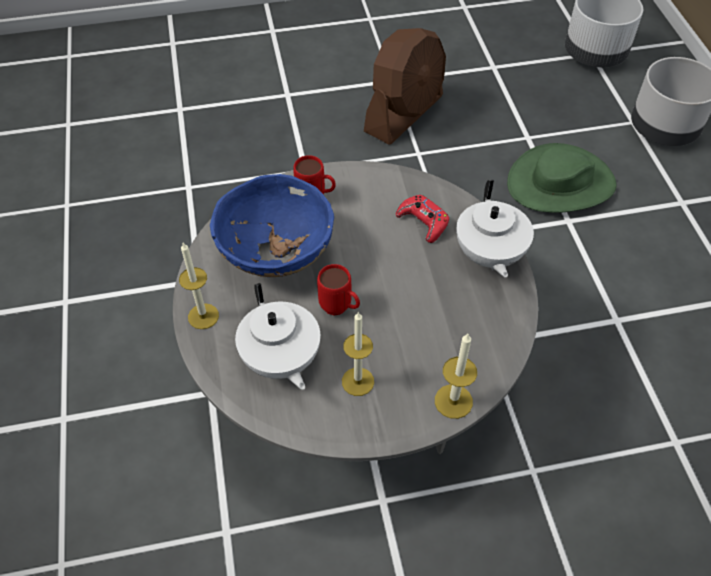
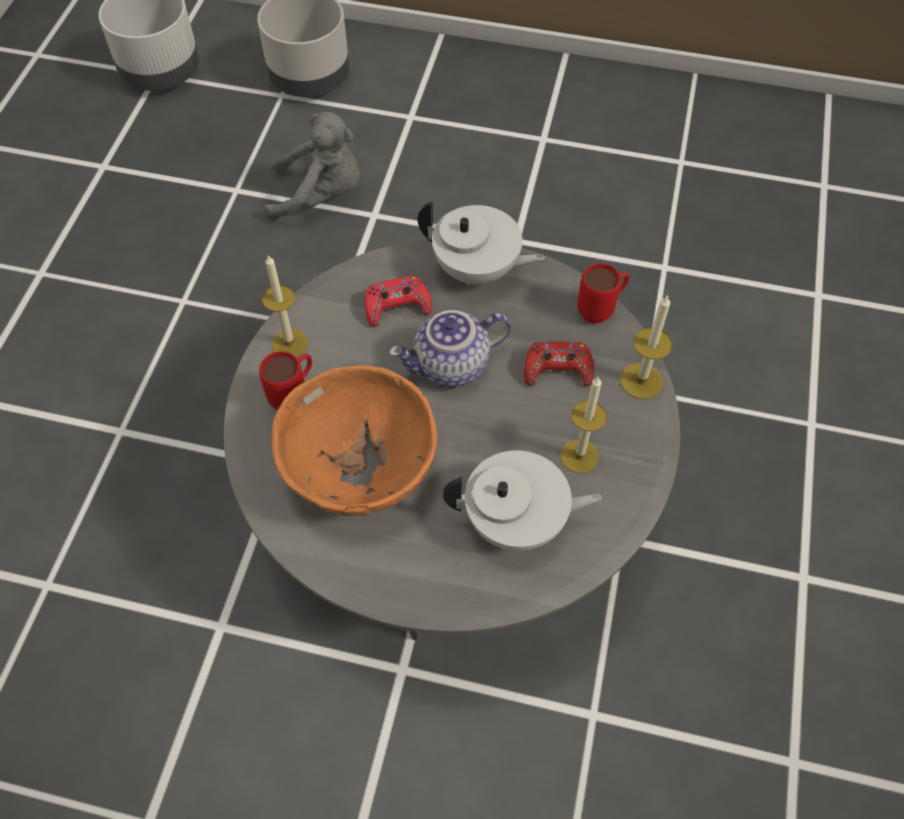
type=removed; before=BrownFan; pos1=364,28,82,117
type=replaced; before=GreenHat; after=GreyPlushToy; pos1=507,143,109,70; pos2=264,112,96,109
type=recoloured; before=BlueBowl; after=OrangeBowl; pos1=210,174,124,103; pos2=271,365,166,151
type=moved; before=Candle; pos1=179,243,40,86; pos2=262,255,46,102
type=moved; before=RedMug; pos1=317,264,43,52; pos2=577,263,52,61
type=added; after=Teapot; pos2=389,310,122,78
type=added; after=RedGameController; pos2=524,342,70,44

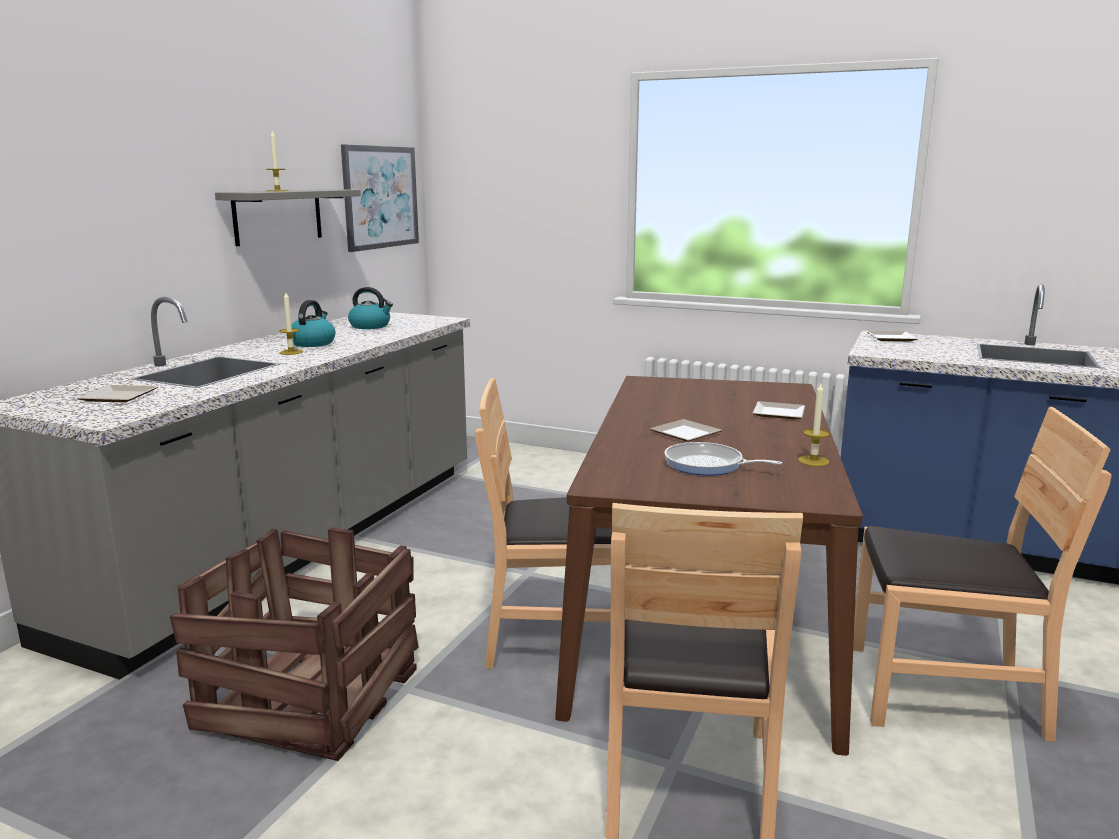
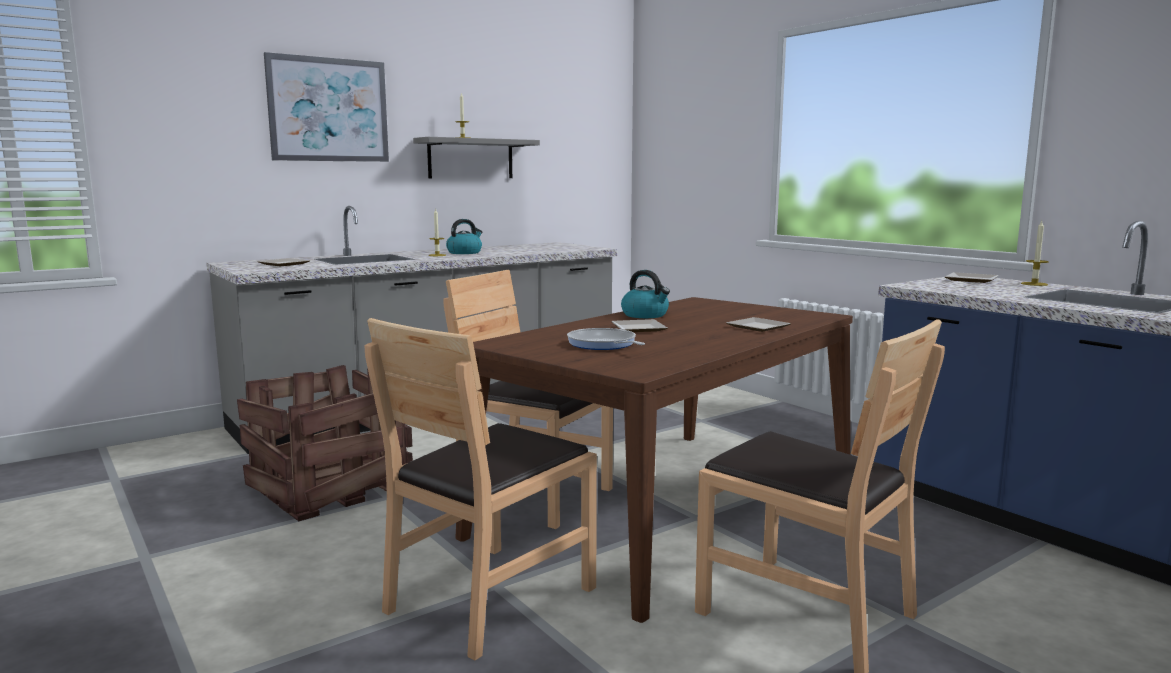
type=moved; before=Picture; pos1=341,144,78,108; pos2=264,52,125,110
type=moved; before=Kettle; pos1=348,287,45,42; pos2=621,270,49,48
type=moved; before=Candle; pos1=798,383,32,83; pos2=1021,221,28,65

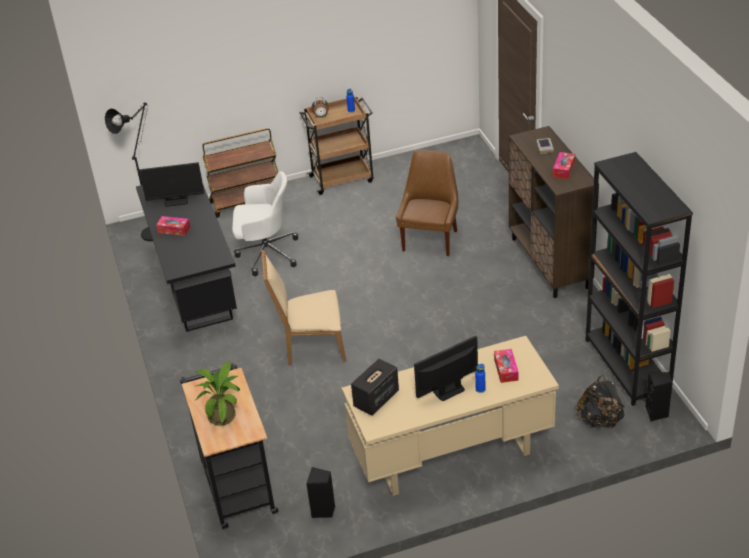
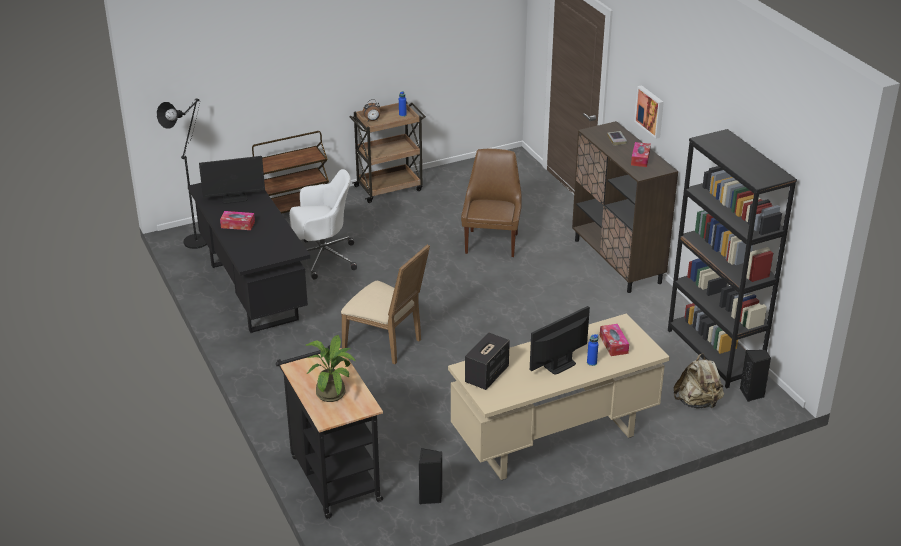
type=turned; before=BeigeChair; pos1=261,249,85,116; pos2=341,244,89,120; turn=-135
type=recoloured; before=BlackBackpack; after=BeigeBackpack; pos1=576,375,49,53; pos2=674,353,50,55
type=added; after=Picture; pos2=634,85,30,54

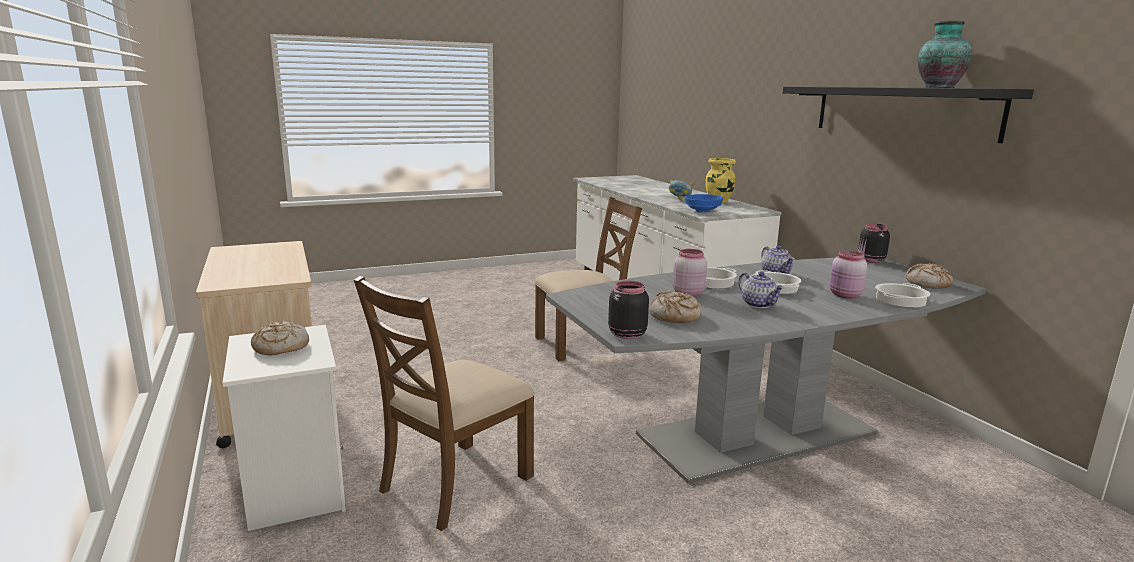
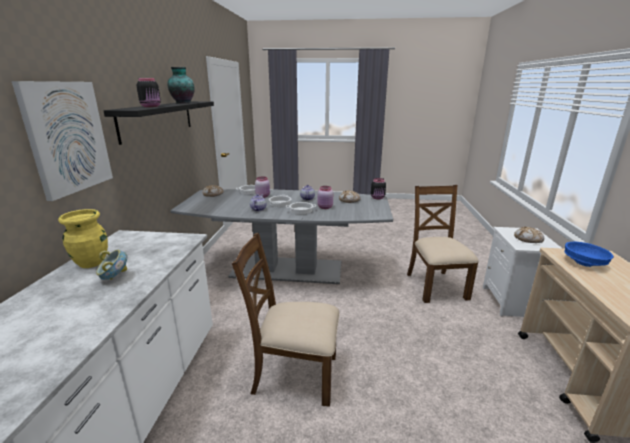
type=moved; before=BlueBowl; pos1=684,194,39,19; pos2=564,242,50,25
type=moved; before=BlackJar; pos1=858,224,32,39; pos2=137,78,24,29
type=turned; before=BrownChair; pos1=354,276,181,255; pos2=407,185,72,118; turn=-75
type=added; after=Picture; pos2=12,81,101,120

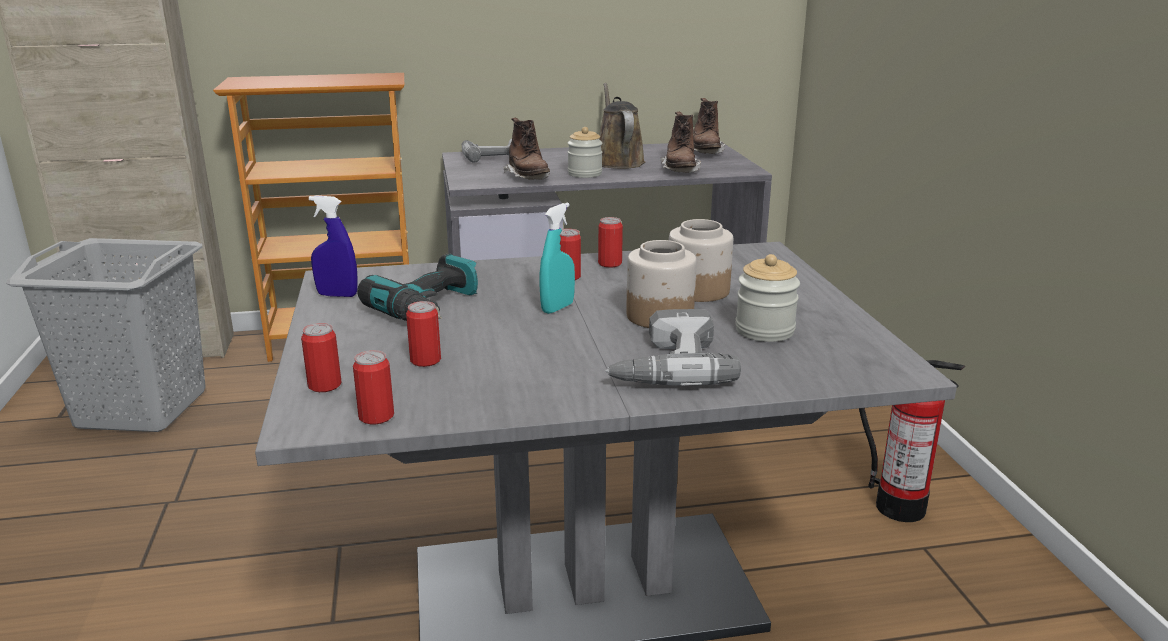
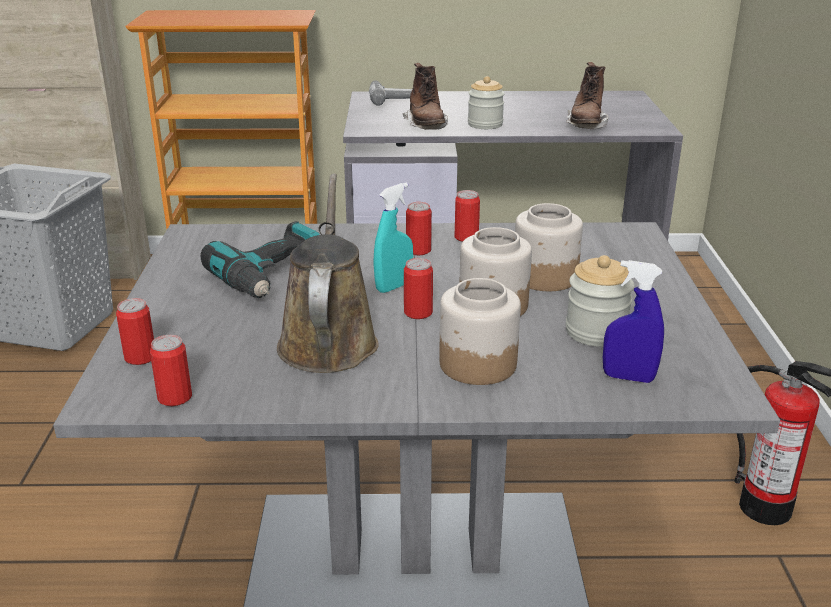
type=moved; before=BrownWateringCan; pos1=599,83,46,86; pos2=277,173,102,200
type=removed; before=BrownBoot; pos1=694,98,31,56
type=moved; before=BlueSprayBottle; pos1=309,195,49,102; pos2=603,260,61,123
type=moved; before=Can; pos1=406,301,35,66; pos2=404,258,29,61
type=replaced; before=PowerDrill; after=Jar; pos1=605,309,136,77; pos2=439,278,82,107

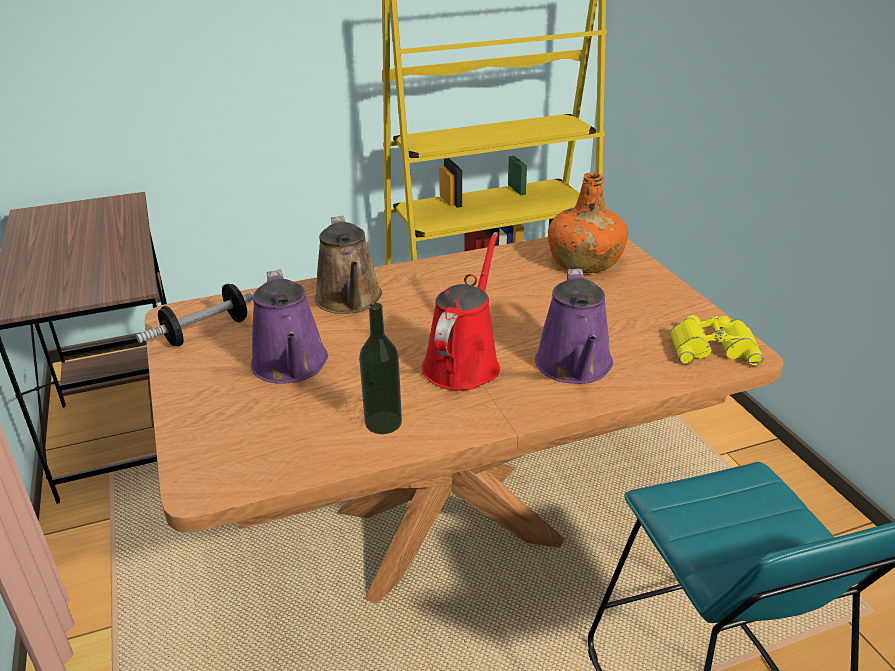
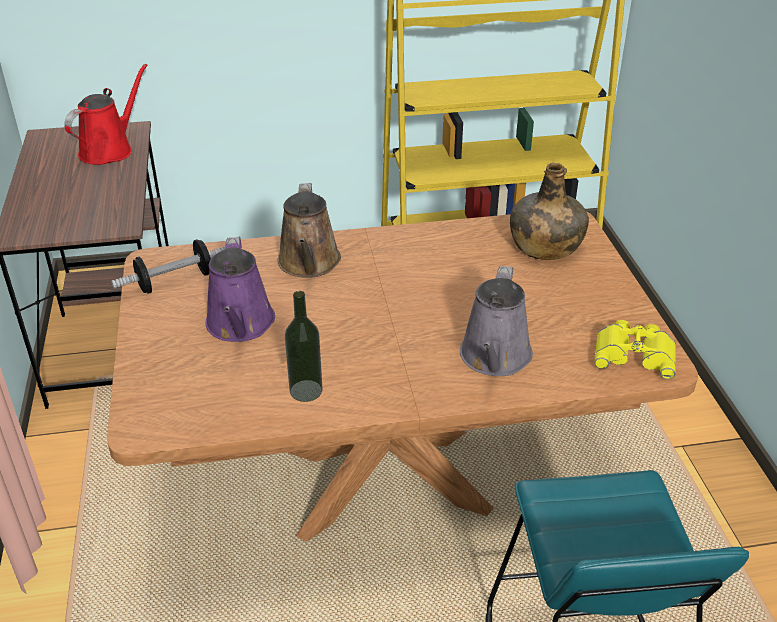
type=recoloured; before=OrangeBottle; after=GreenBottle; pos1=548,173,80,100; pos2=510,163,79,97
type=moved; before=RedWateringCan; pos1=422,232,78,158; pos2=64,64,84,101
type=recoloured; before=PurpleWateringCan; after=GreyWateringCan; pos1=535,269,78,115; pos2=460,266,73,110

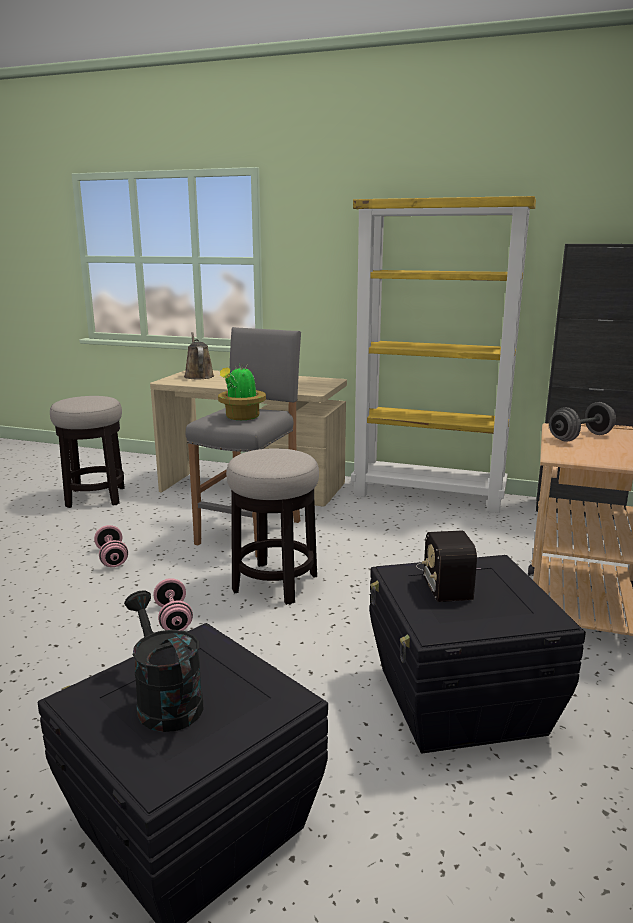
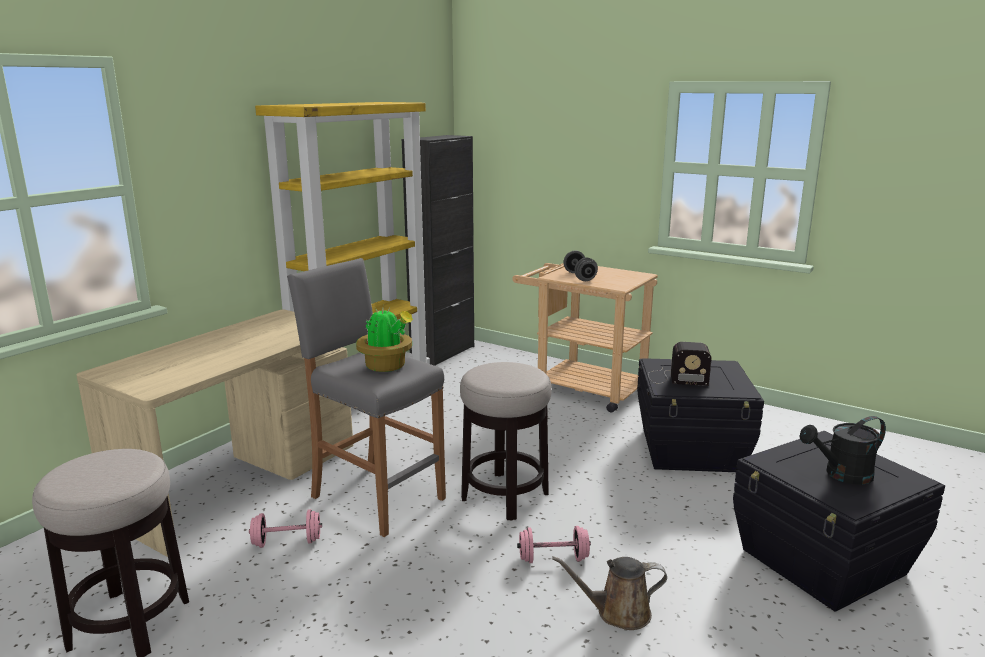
type=moved; before=BrownWateringCan; pos1=184,332,30,47; pos2=552,556,115,74
type=moved; before=PinkDumbbell; pos1=94,525,34,42; pos2=249,509,73,39

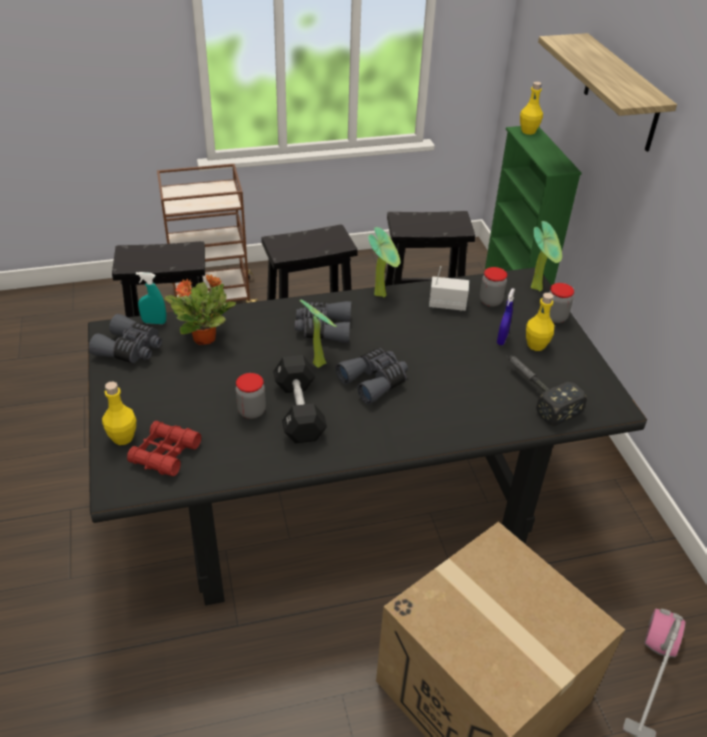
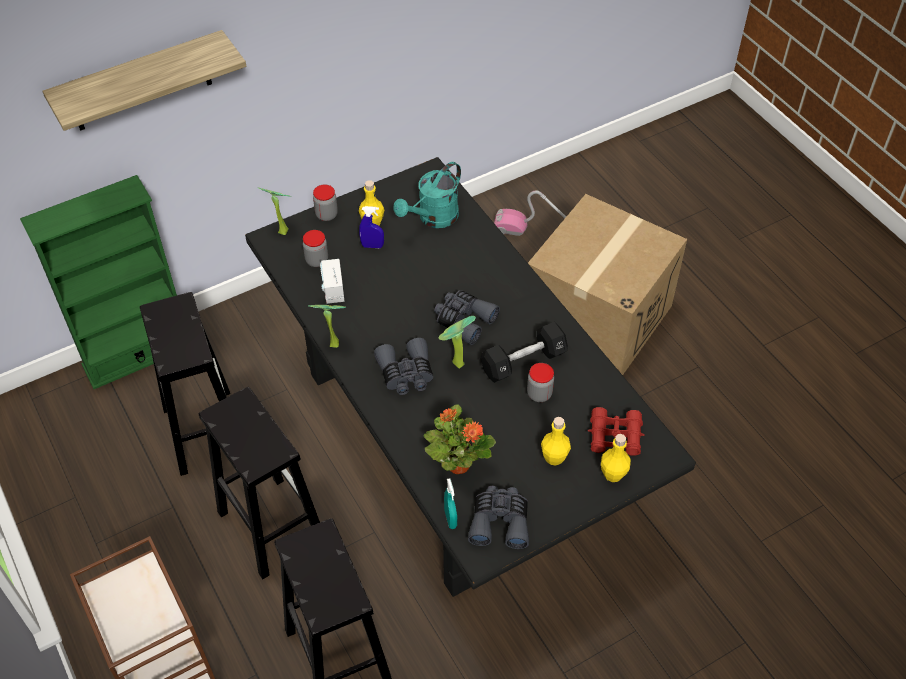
type=moved; before=YellowBottle; pos1=520,82,23,53; pos2=541,417,30,49
type=replaced; before=Hammer; after=TurquoiseWateringCan; pos1=506,354,81,72; pos2=394,162,67,66

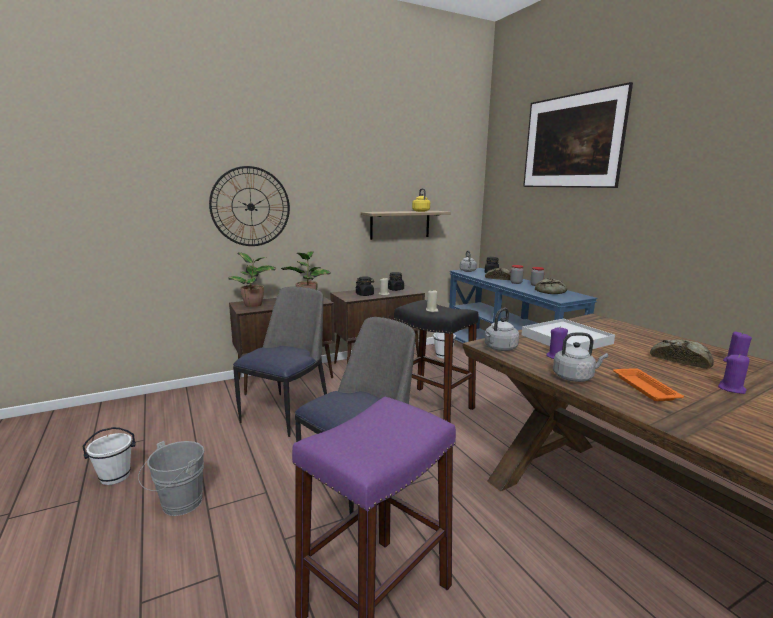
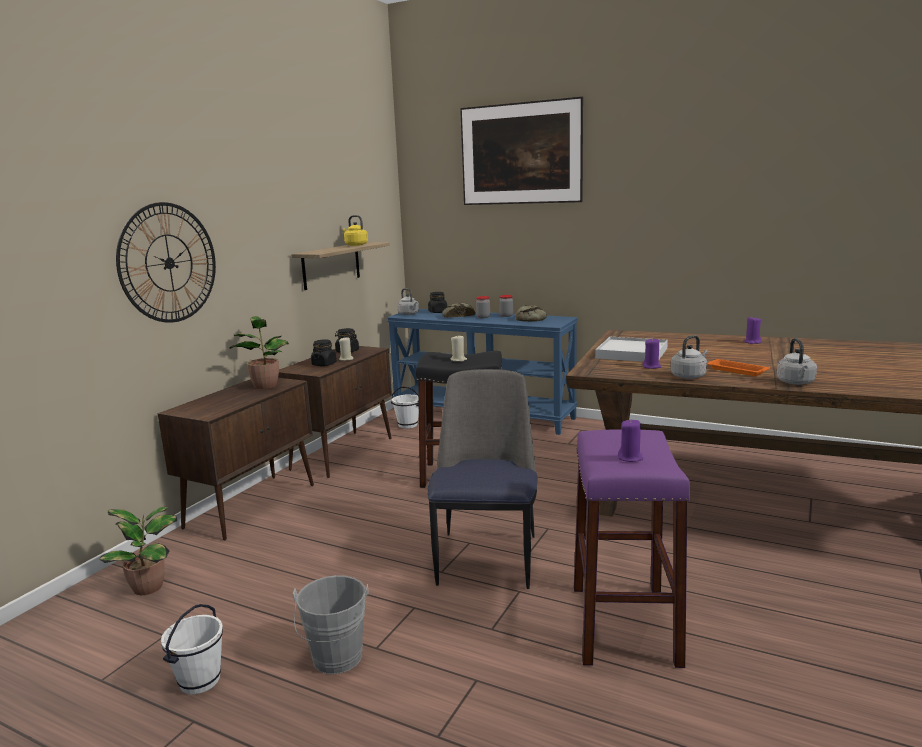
type=moved; before=PottedPlant; pos1=228,252,48,55; pos2=99,507,78,88
type=removed; before=Chair; pos1=233,287,94,150
type=moved; before=GreyKettle; pos1=485,308,34,43; pos2=776,338,41,47
type=removed; before=Bread; pos1=650,340,64,29
type=moved; before=PurpleCandle; pos1=718,354,32,40; pos2=618,419,25,43

